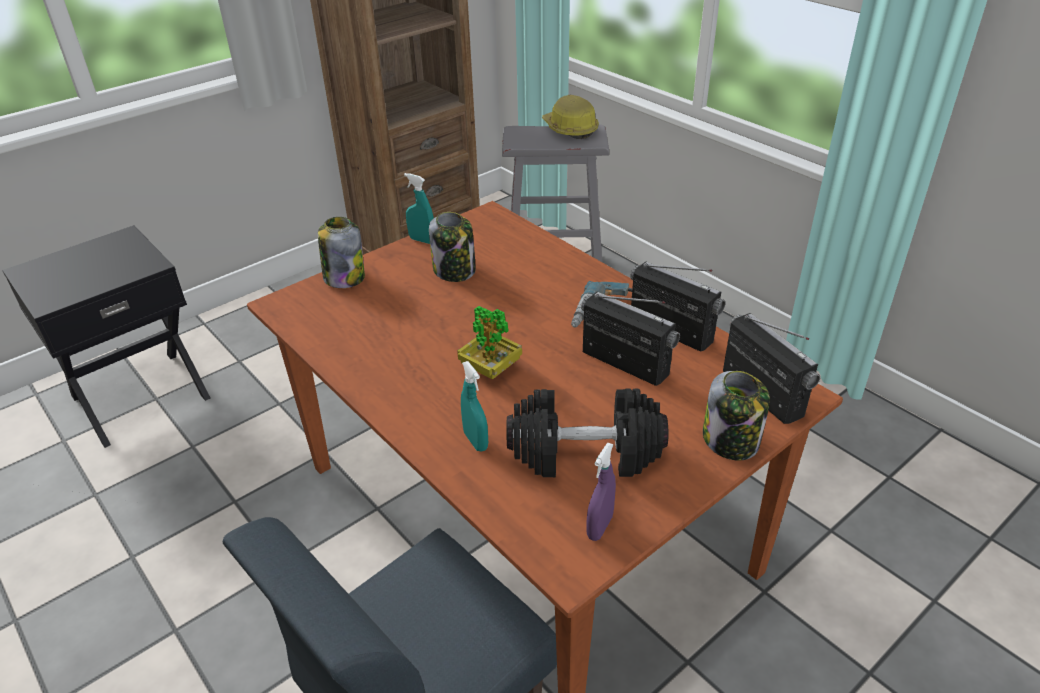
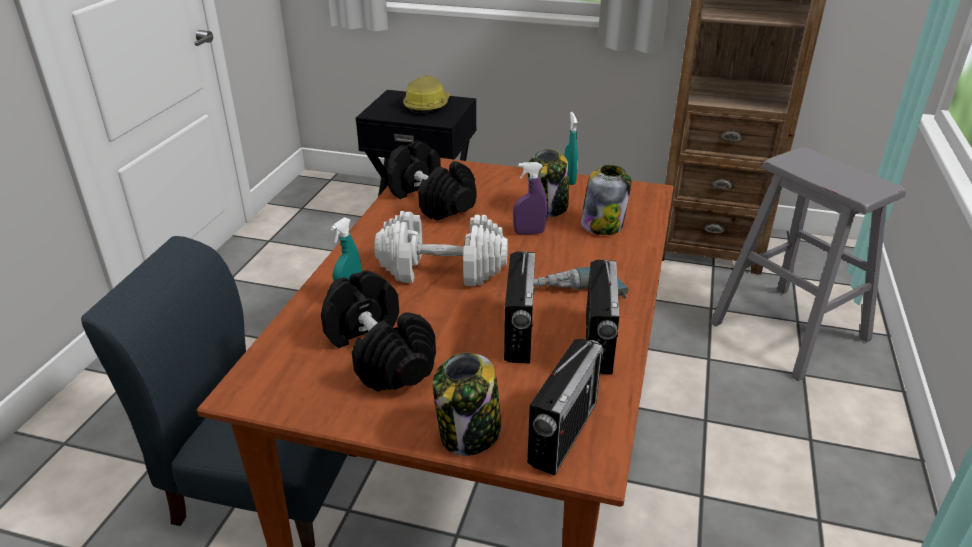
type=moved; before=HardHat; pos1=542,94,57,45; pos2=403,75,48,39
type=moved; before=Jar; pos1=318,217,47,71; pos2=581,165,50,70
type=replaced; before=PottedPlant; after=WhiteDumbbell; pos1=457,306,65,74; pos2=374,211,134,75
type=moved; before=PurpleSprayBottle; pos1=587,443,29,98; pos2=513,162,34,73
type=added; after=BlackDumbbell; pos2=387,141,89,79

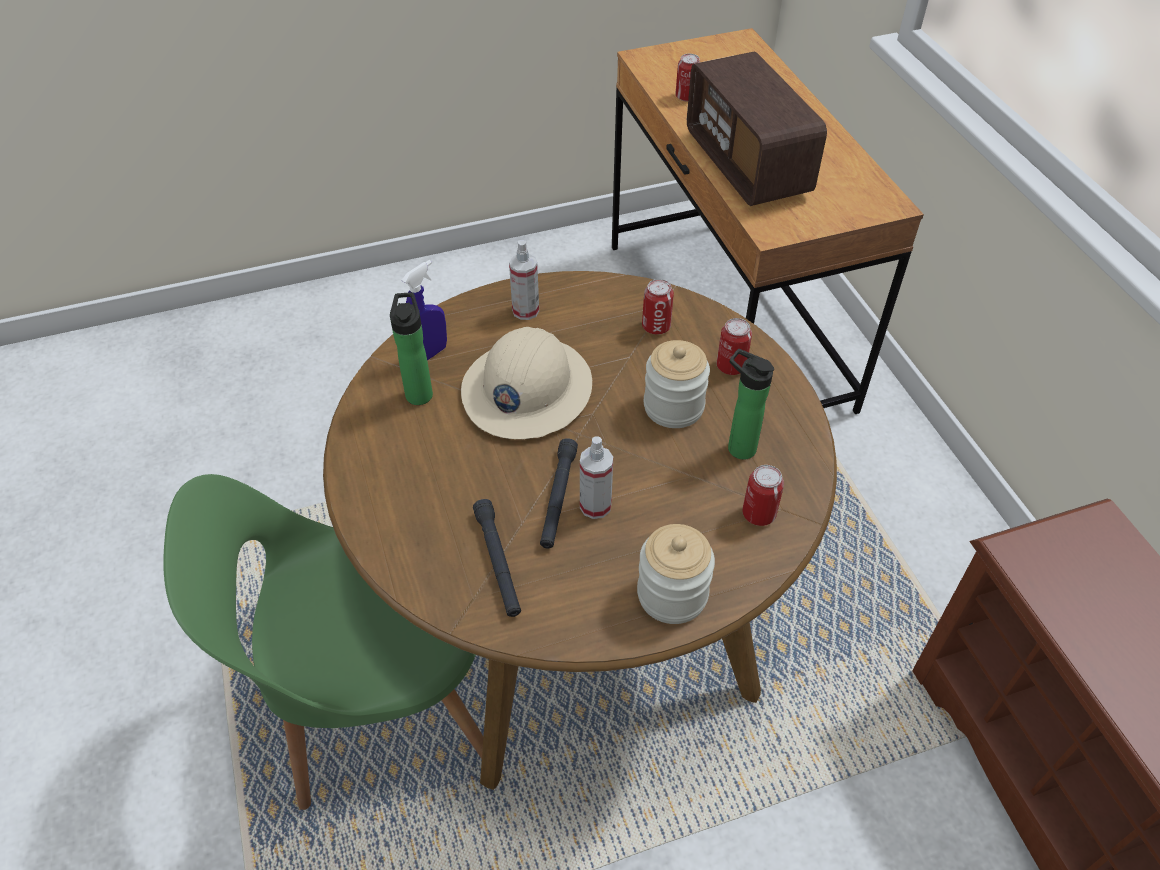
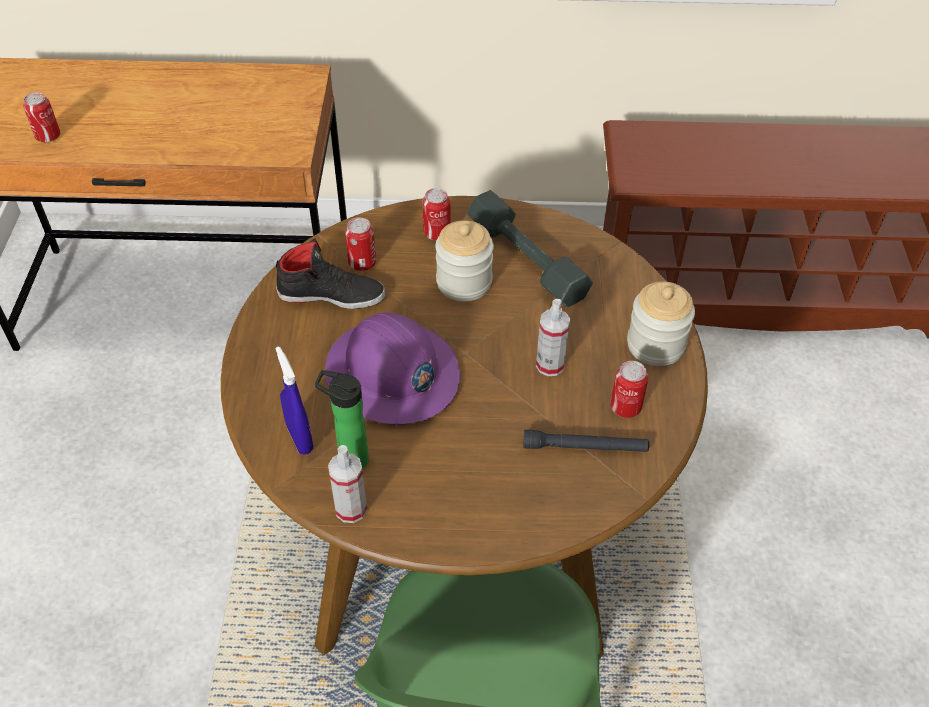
type=removed; before=Radio; pos1=687,51,140,155
type=moved; before=SprayBottle; pos1=509,240,30,80; pos2=328,445,39,78
type=recoloured; before=BeigeHardHat; after=PurpleHardHat; pos1=461,327,131,112; pos2=325,313,135,111
type=replaced; before=Bottle; after=GreyDumbbell; pos1=728,349,46,111; pos2=467,190,126,117
type=removed; before=BlackFlashlight; pos1=540,438,38,110
type=moved; before=Can; pos1=742,465,42,61; pos2=610,361,38,57
type=added; after=BlackShoe; pos2=276,239,110,70

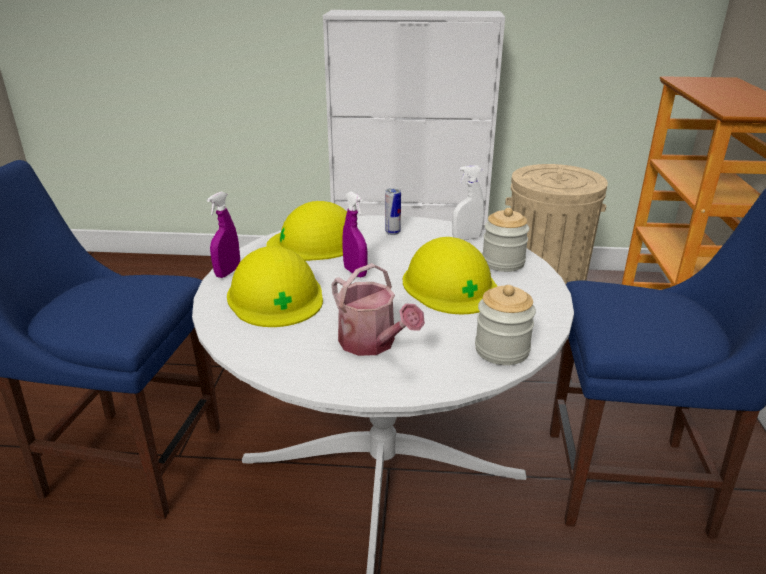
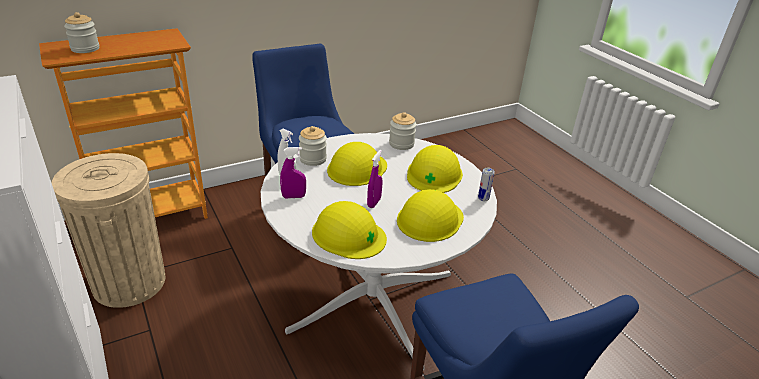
type=moved; before=Can; pos1=385,188,16,47; pos2=478,168,17,33
type=moved; before=PurpleSprayBottle; pos1=207,192,33,86; pos2=280,147,26,51
type=replaced; before=WateringCan; after=YellowHardHat; pos1=332,263,93,93; pos2=407,145,56,48
type=added; after=Jar; pos2=64,12,35,41

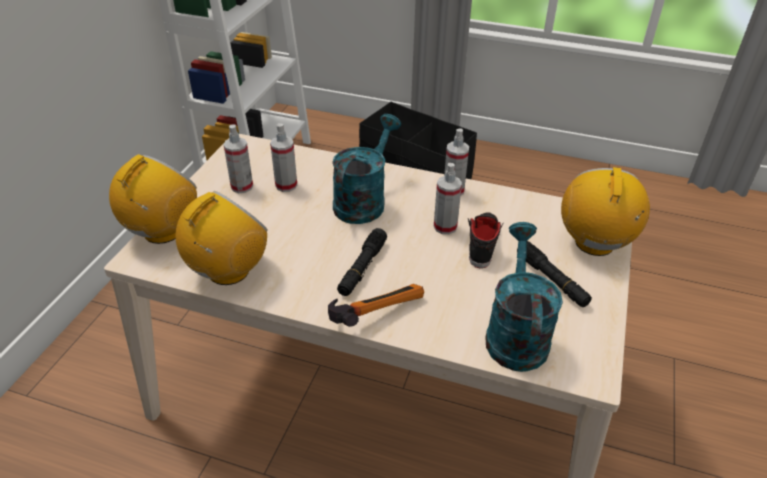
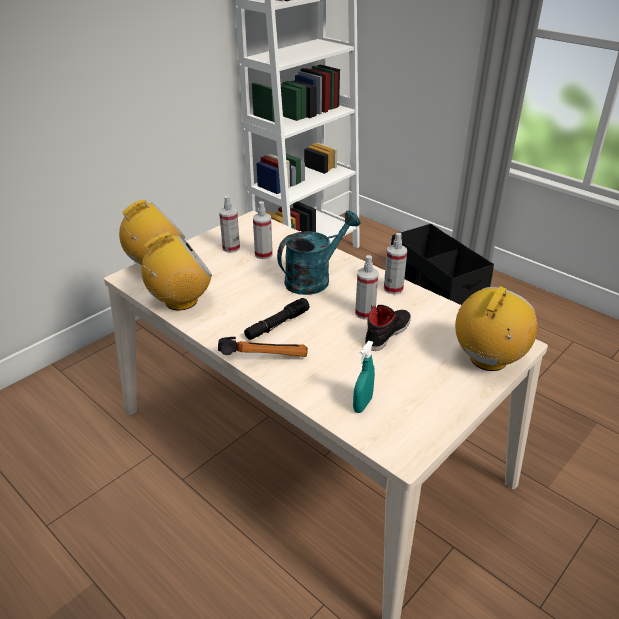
type=replaced; before=TurquoiseWateringCan; after=TurquoiseSprayBottle; pos1=485,222,78,150; pos2=353,341,22,72
type=removed; before=BlackFlashlight; pos1=517,241,75,66

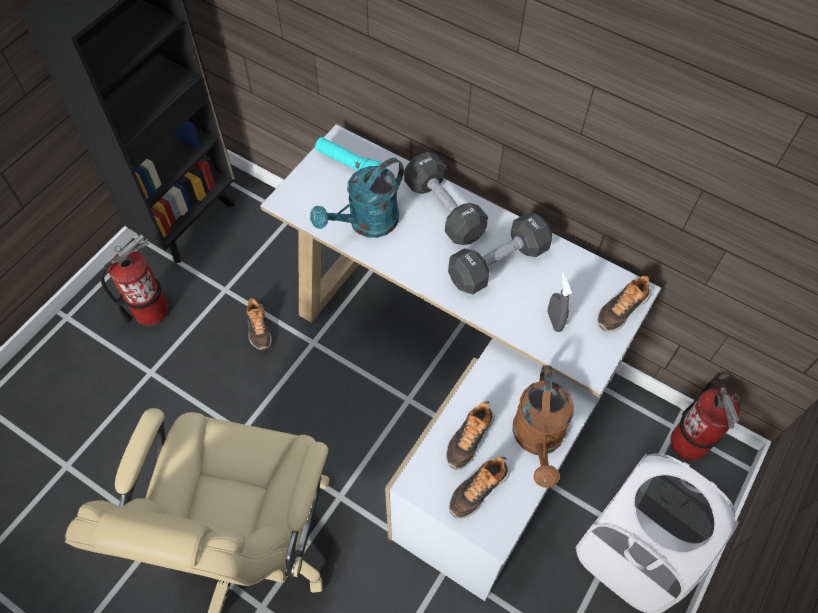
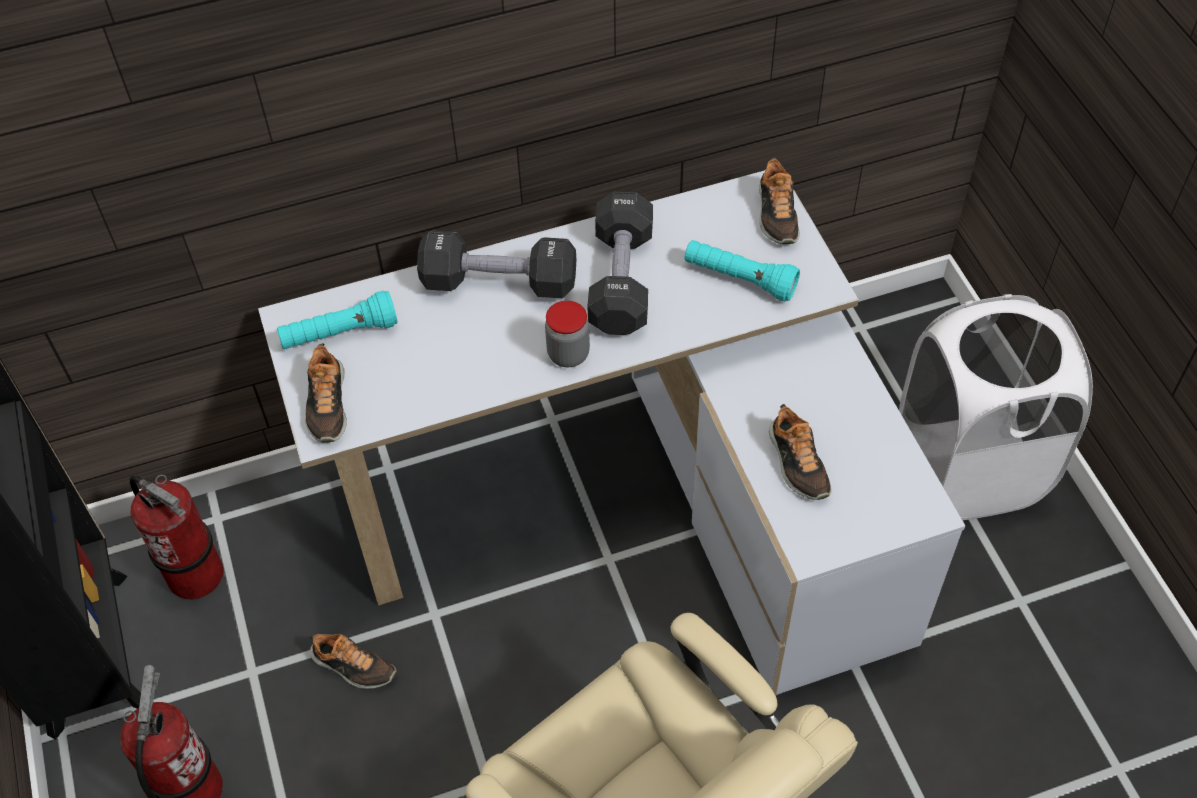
type=removed; before=TurquoiseWateringCan; pos1=310,158,94,80
type=replaced; before=GreySprayBottle; after=TurquoiseFlashlight; pos1=548,273,24,59; pos2=684,240,116,61
type=removed; before=BrownWateringCan; pos1=513,365,61,123
type=moved; before=FireExtinguisher; pos1=670,378,70,82; pos2=130,475,93,124
type=moved; before=Shoe; pos1=449,457,61,62; pos2=305,343,42,100
type=added; after=Jar; pos2=545,301,45,66

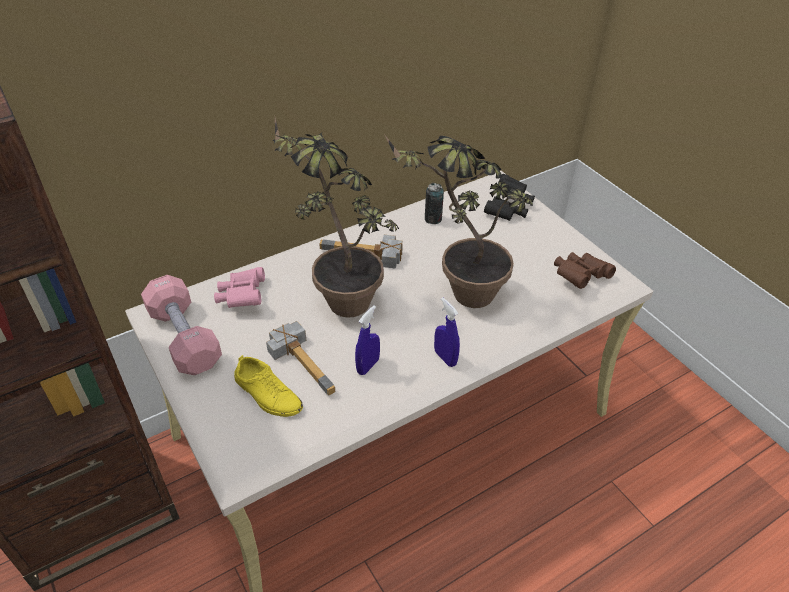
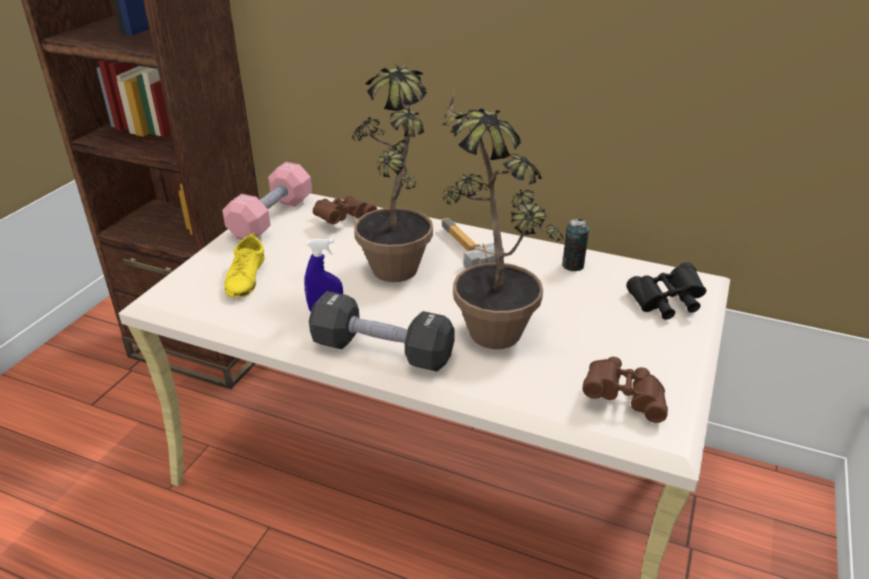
type=recoloured; before=PinkBinoculars; after=BrownBinoculars; pos1=214,267,51,41; pos2=313,196,64,28
type=replaced; before=BlueSprayBottle; after=BlackDumbbell; pos1=434,297,26,70; pos2=309,291,146,81
type=removed; before=Hammer; pos1=266,321,69,75

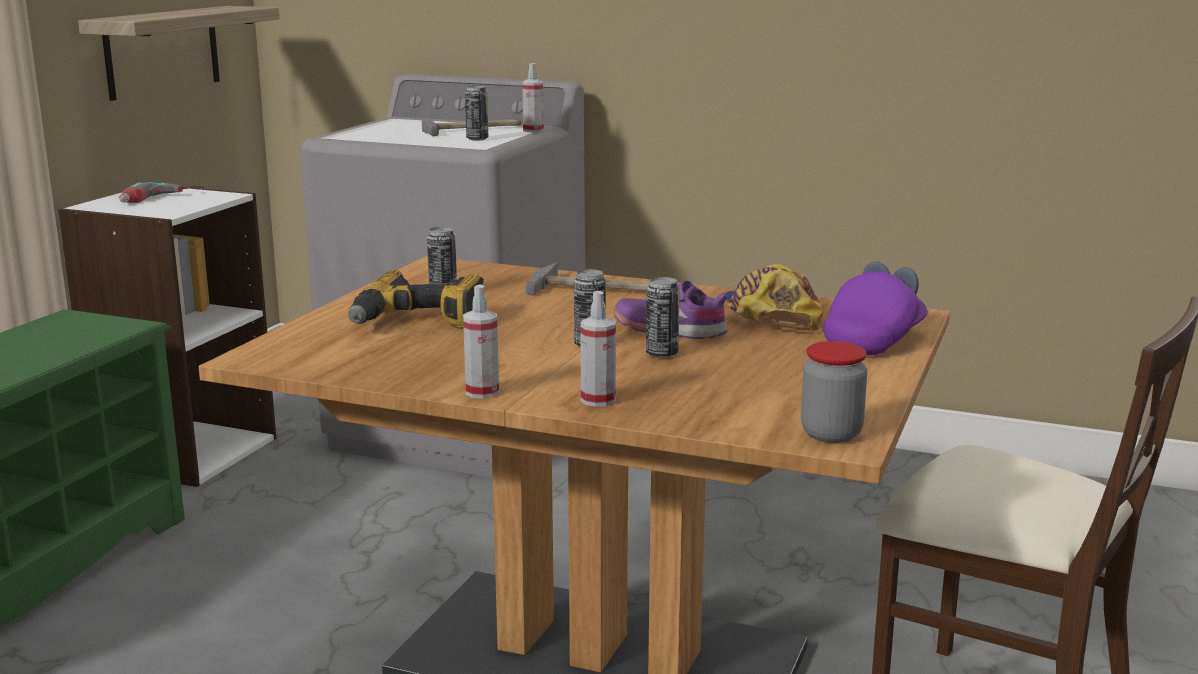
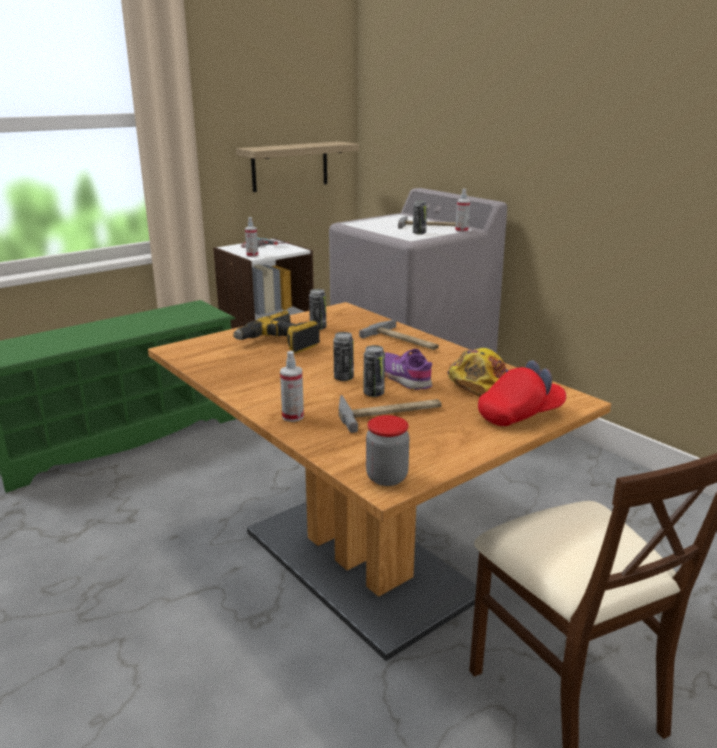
type=recoloured; before=PurpleCap; after=RedCap; pos1=823,262,105,93; pos2=478,360,88,66
type=moved; before=SprayBottle; pos1=463,285,36,114; pos2=245,217,13,40
type=added; after=Hammer; pos2=339,395,103,38

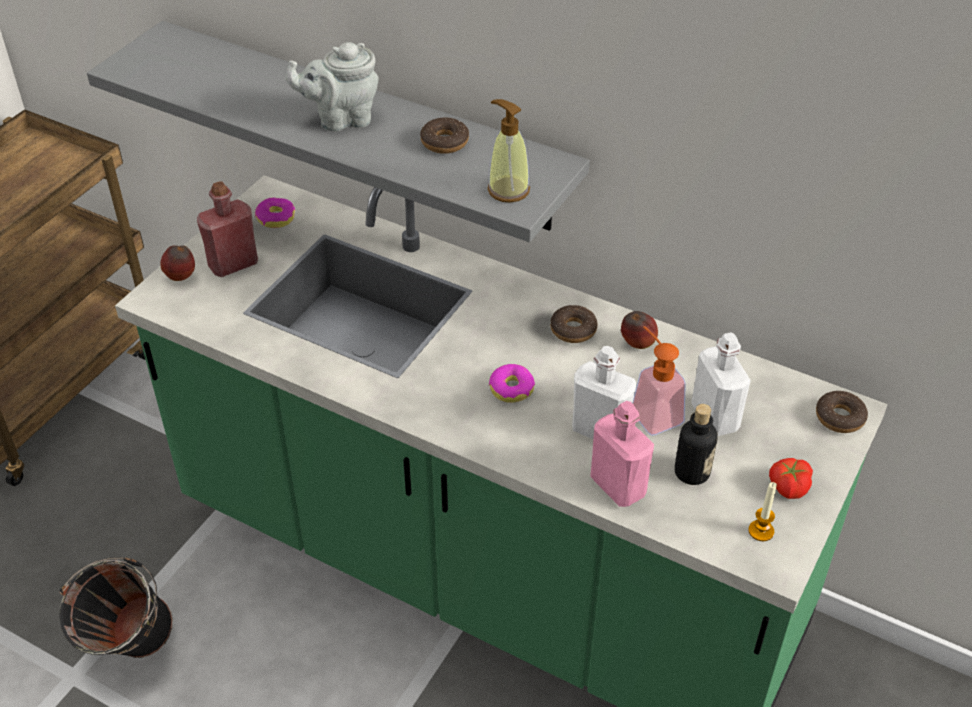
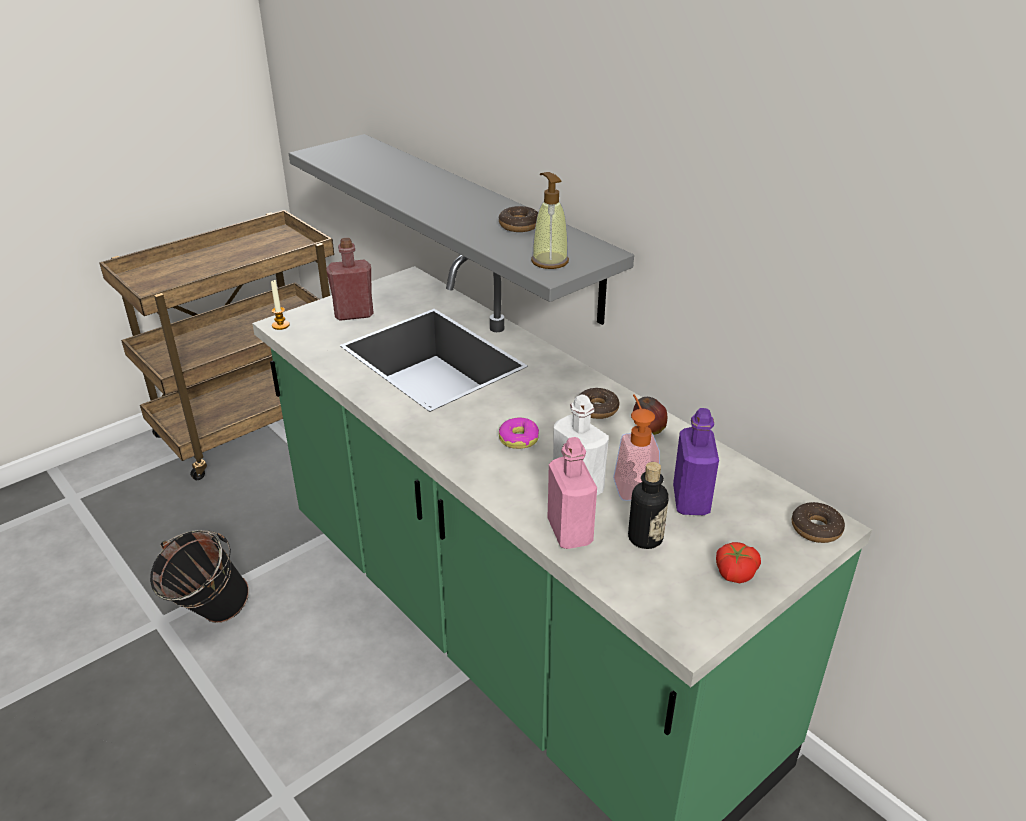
type=removed; before=GreyTeapot; pos1=286,42,93,89
type=removed; before=Donut; pos1=255,197,41,31
type=removed; before=Apple; pos1=160,245,35,36
type=recoloured; before=WhiteBottle; after=PurpleBottle; pos1=691,332,60,104; pos2=673,408,46,107
type=moved; before=Candle; pos1=748,482,29,59; pos2=271,280,19,50

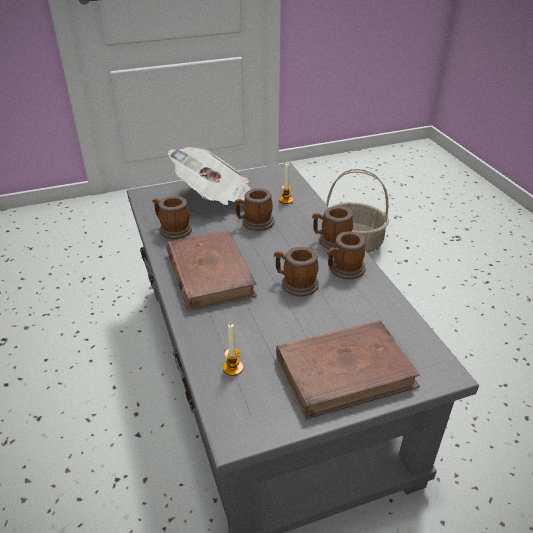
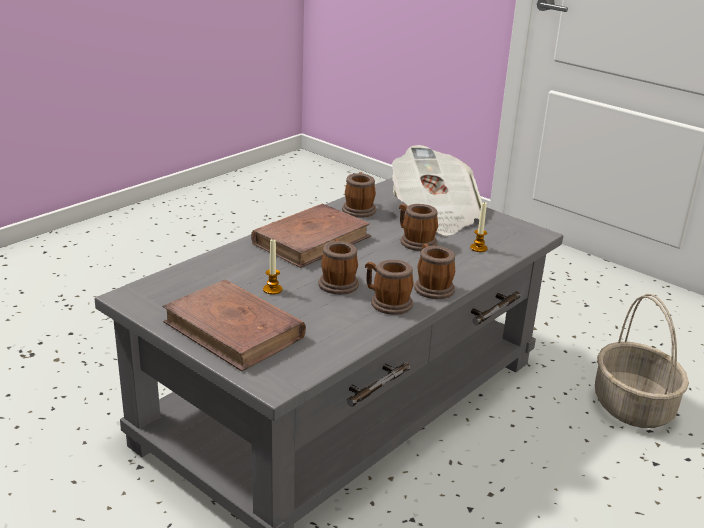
type=moved; before=Candle; pos1=223,324,20,52; pos2=263,239,19,56

